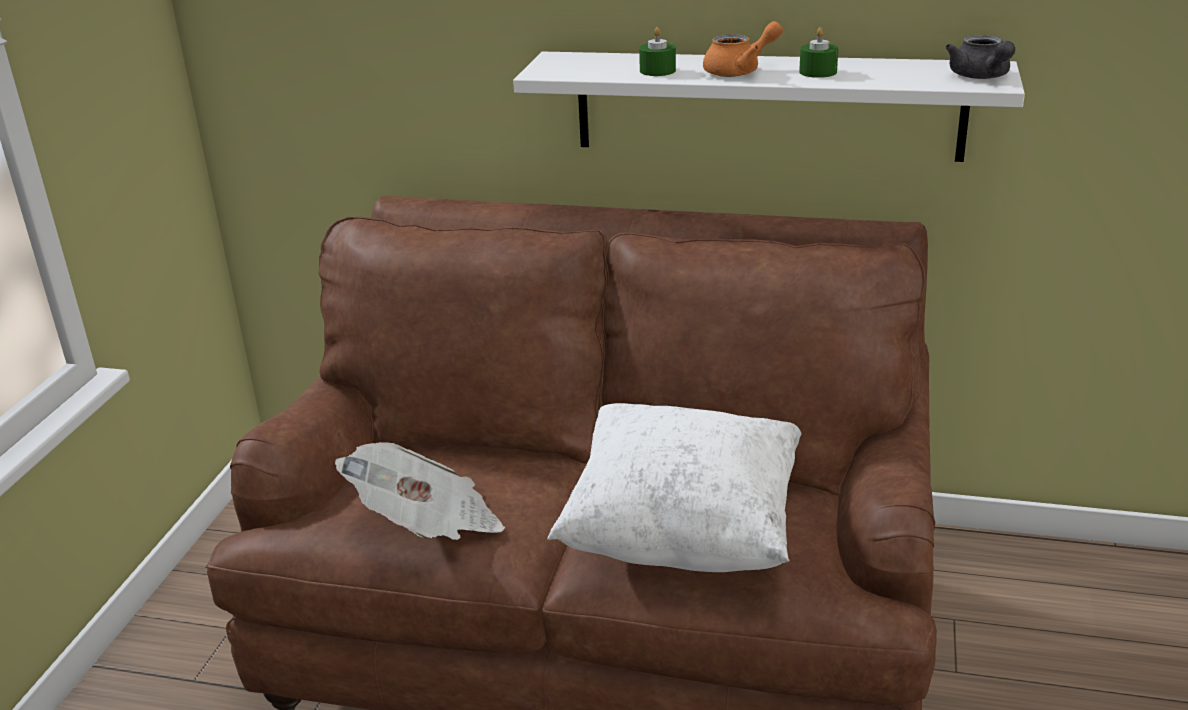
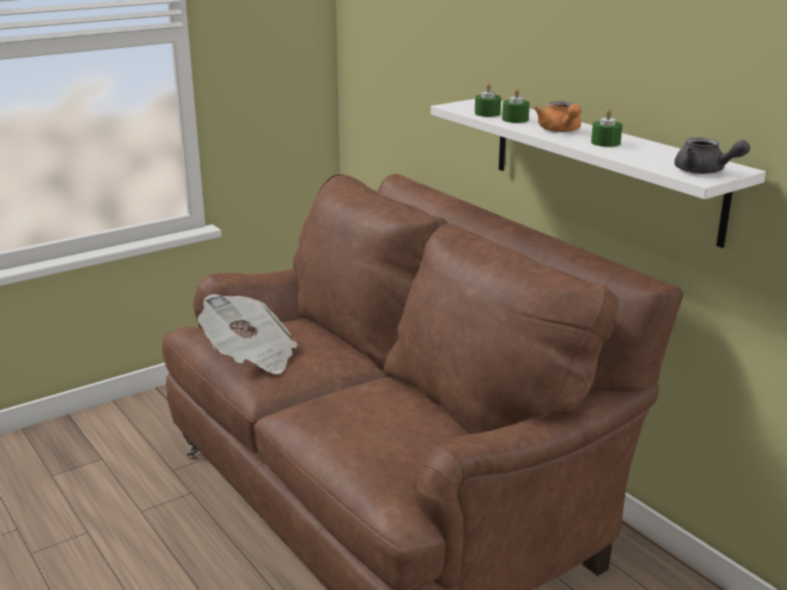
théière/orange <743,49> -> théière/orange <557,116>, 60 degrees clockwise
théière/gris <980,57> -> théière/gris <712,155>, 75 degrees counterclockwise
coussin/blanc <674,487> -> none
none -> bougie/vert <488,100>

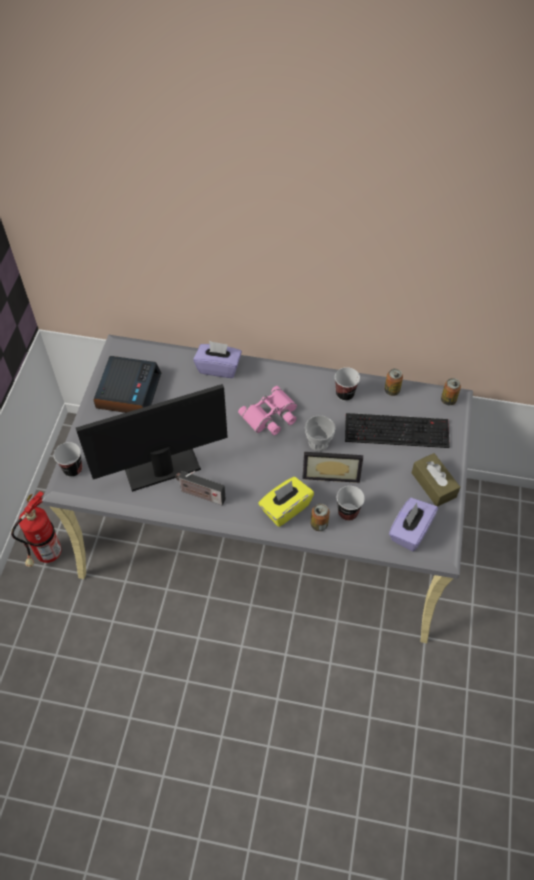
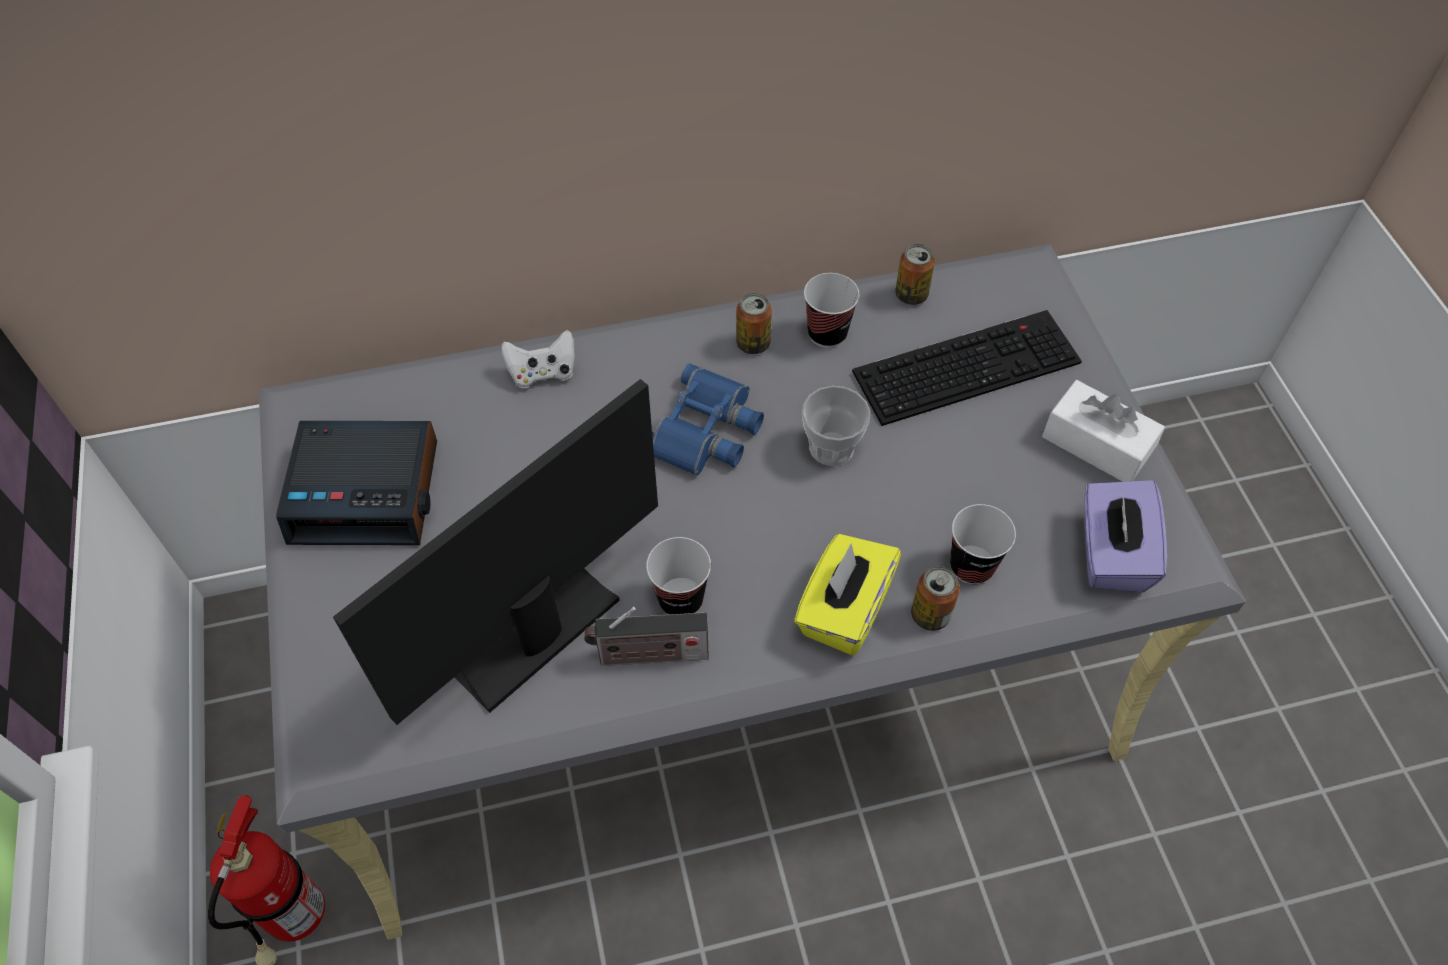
boîte à mouchoirs/violet <217,359> -> manette/blanc <538,359>
réveil <127,384> -> réveil <356,483>, 105 degrees clockwise
boîte métallique <451,391> -> boîte métallique <754,323>, move
jumelles/rose <267,410> -> jumelles/bleu <708,419>
tasse <68,459> -> tasse <678,576>, move
cadre photo <332,467> -> none
boîte à mouchoirs/marron <435,480> -> boîte à mouchoirs/blanc <1103,431>

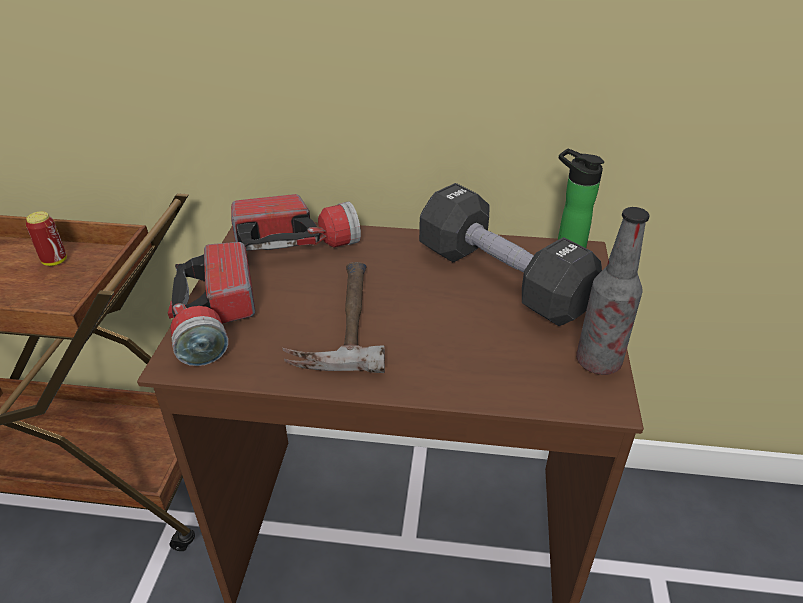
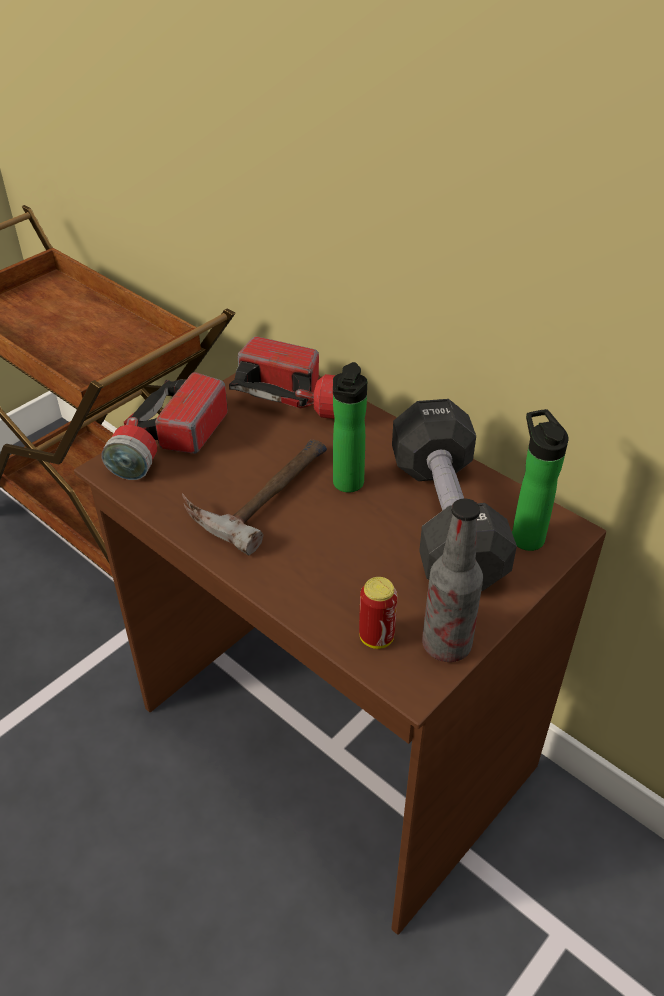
boîte métallique <46,238> -> boîte métallique <378,613>, move
none -> bouteille <350,427>

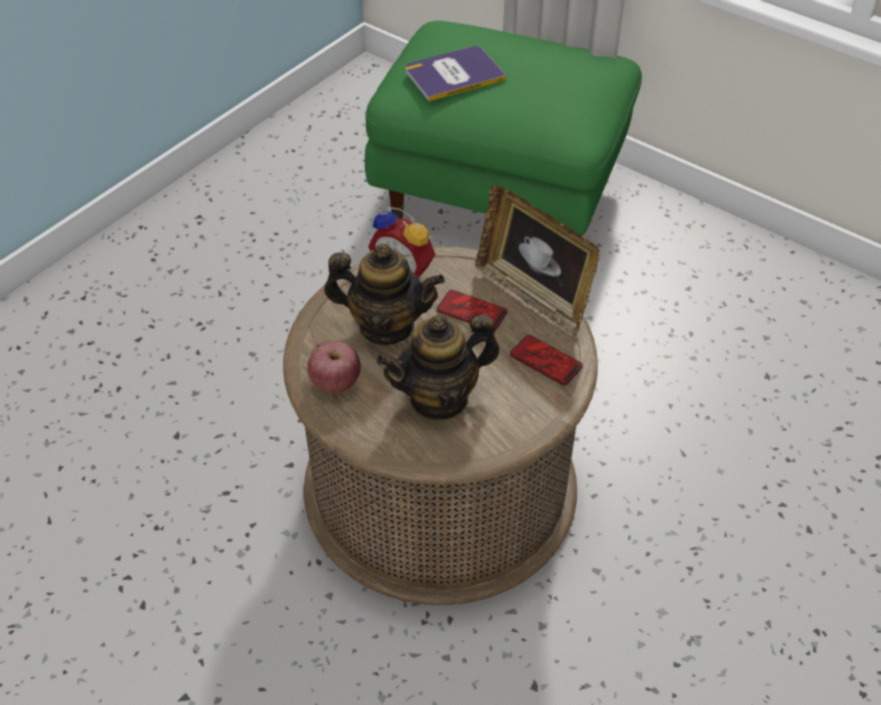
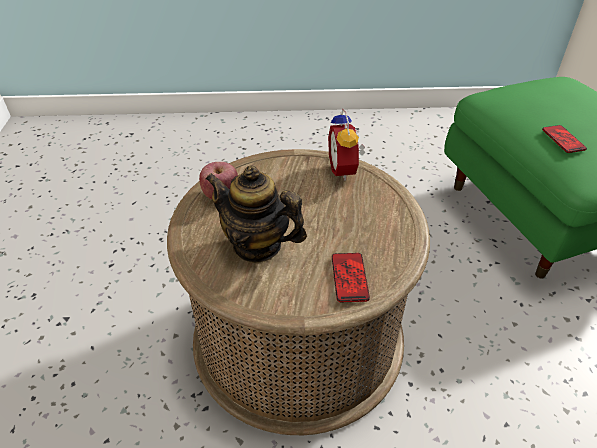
livre <455,73> -> none
cadre photo <537,261> -> none
théière <384,294> -> none
téléphone <472,310> -> téléphone <564,139>, move

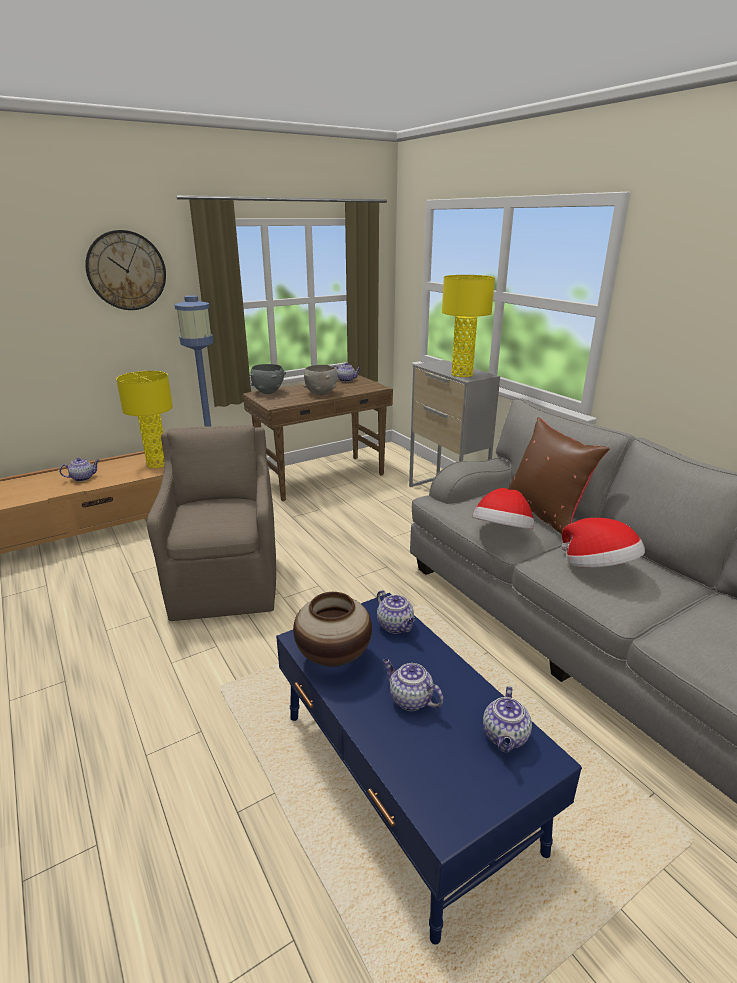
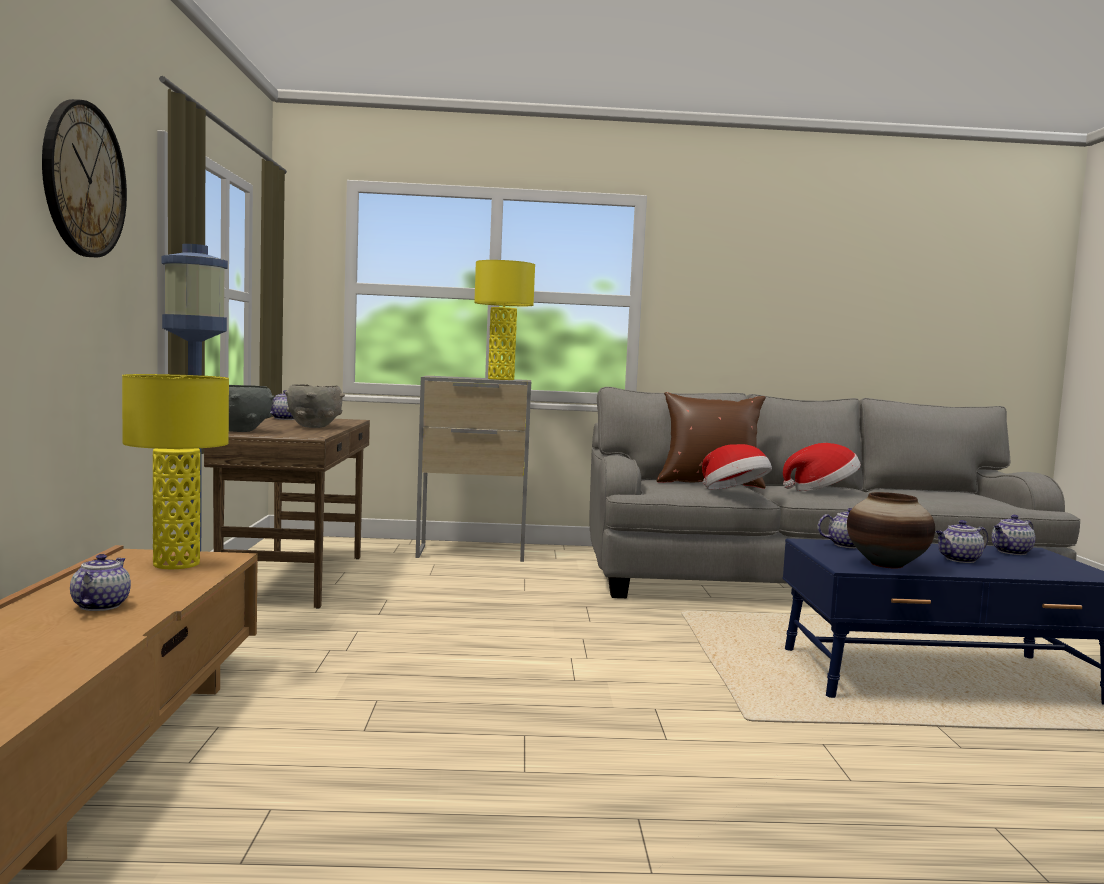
fauteuil/marron <211,523> -> none
théière <507,719> -> théière <1013,535>, 105 degrees clockwise

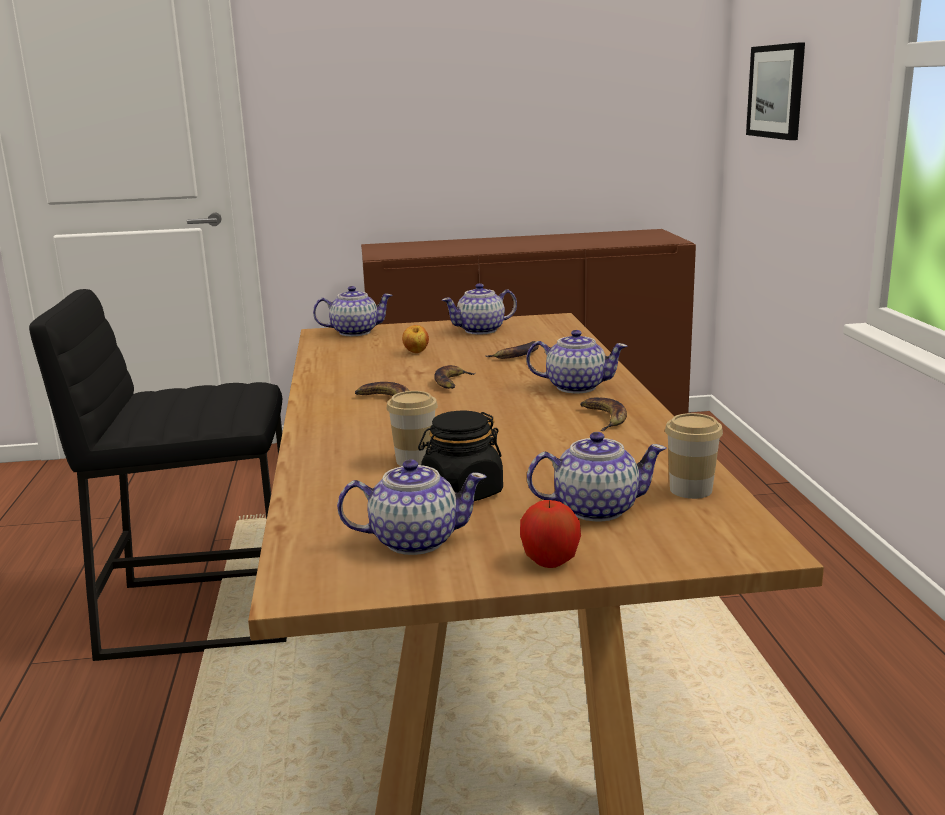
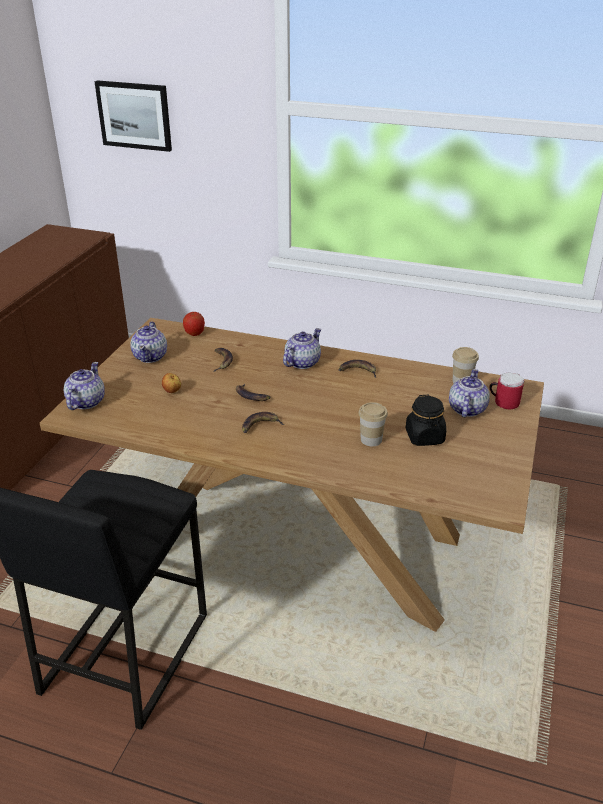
théière <412,507> -> none
pomme <550,534> -> pomme <194,324>, move
none -> mug <507,391>

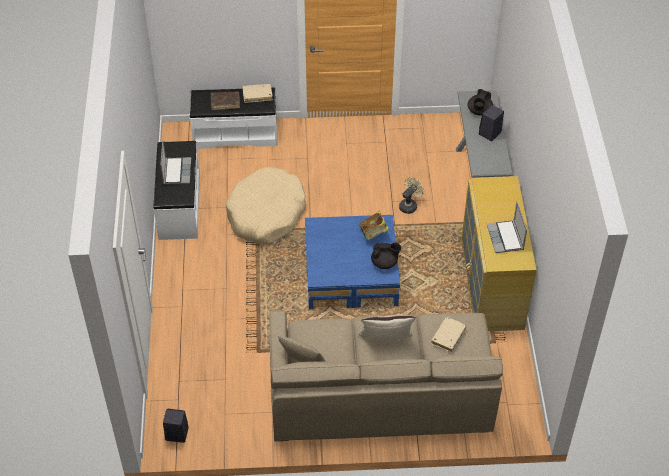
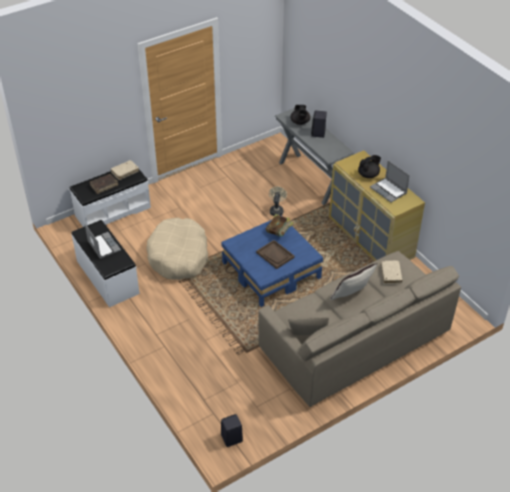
théière/noir <386,256> -> théière/noir <369,166>, move
none -> plateau/marron <275,254>

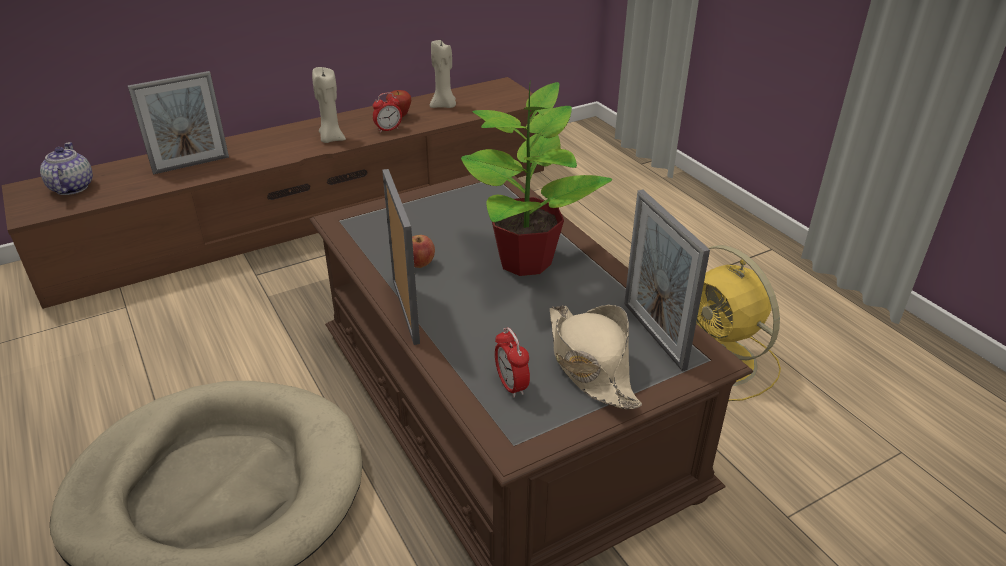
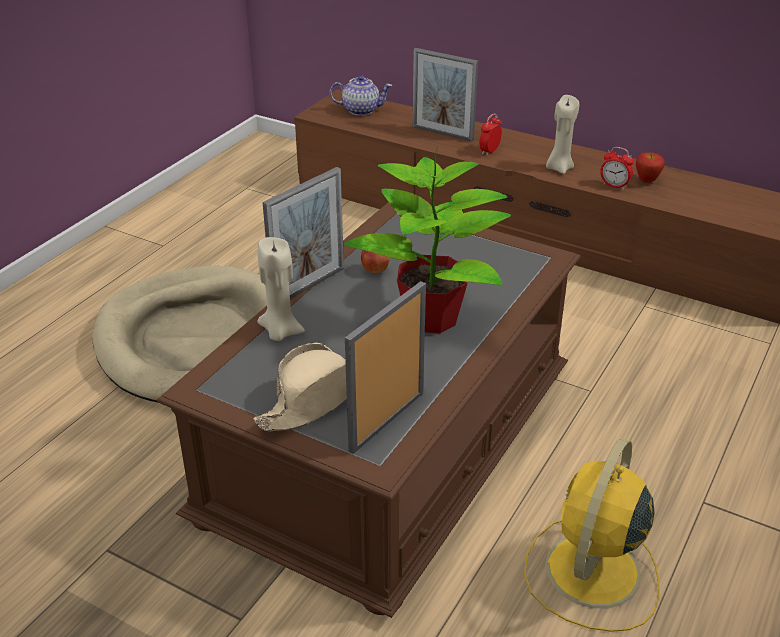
bougie/beige <443,74> -> bougie/beige <281,289>, move
théière <66,168> -> théière <361,95>, 45 degrees clockwise
réveil <512,362> -> réveil <490,134>, move

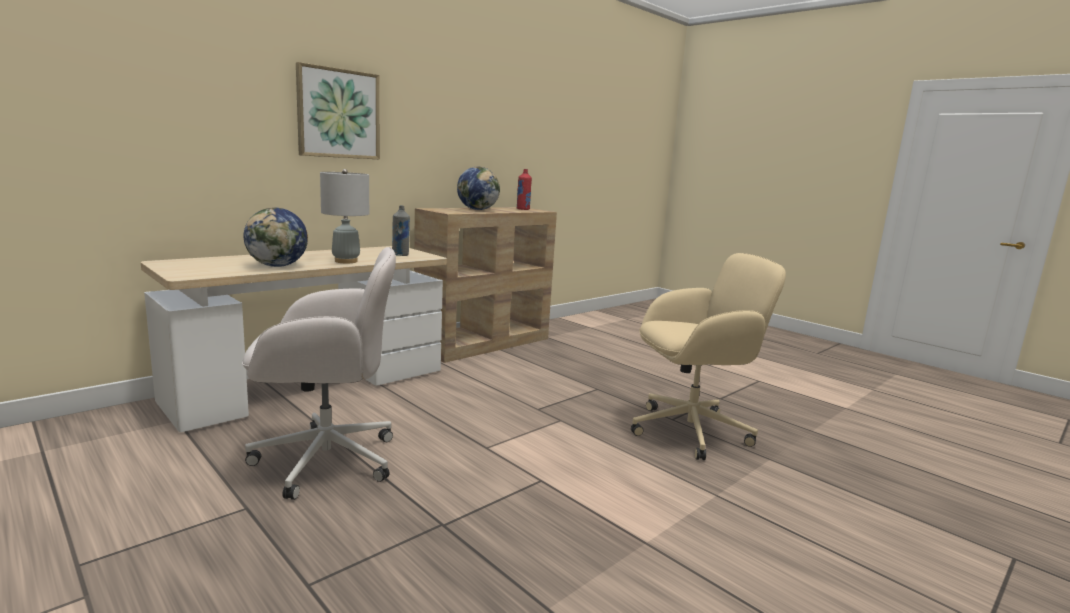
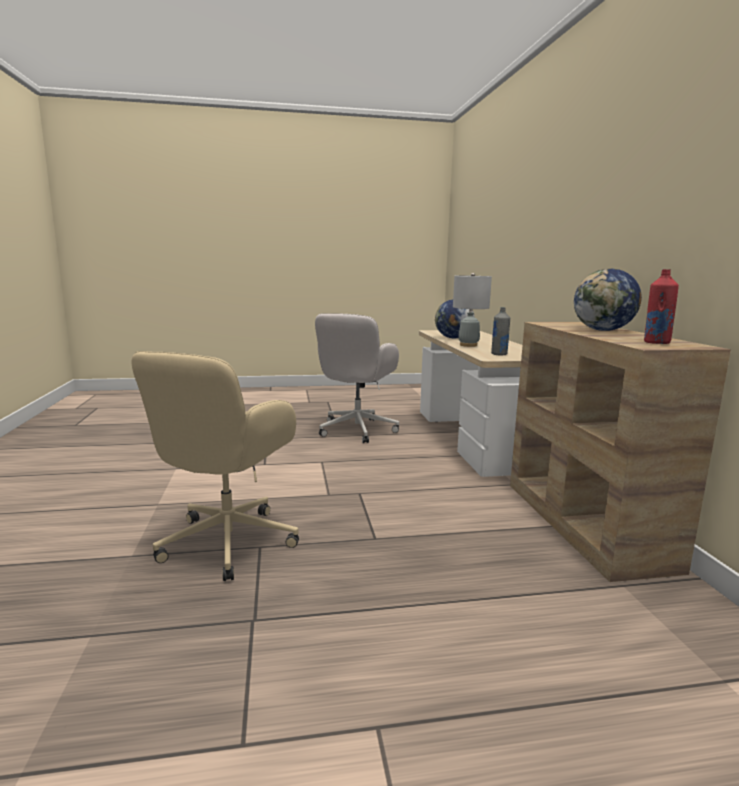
tableau <338,110> -> none

